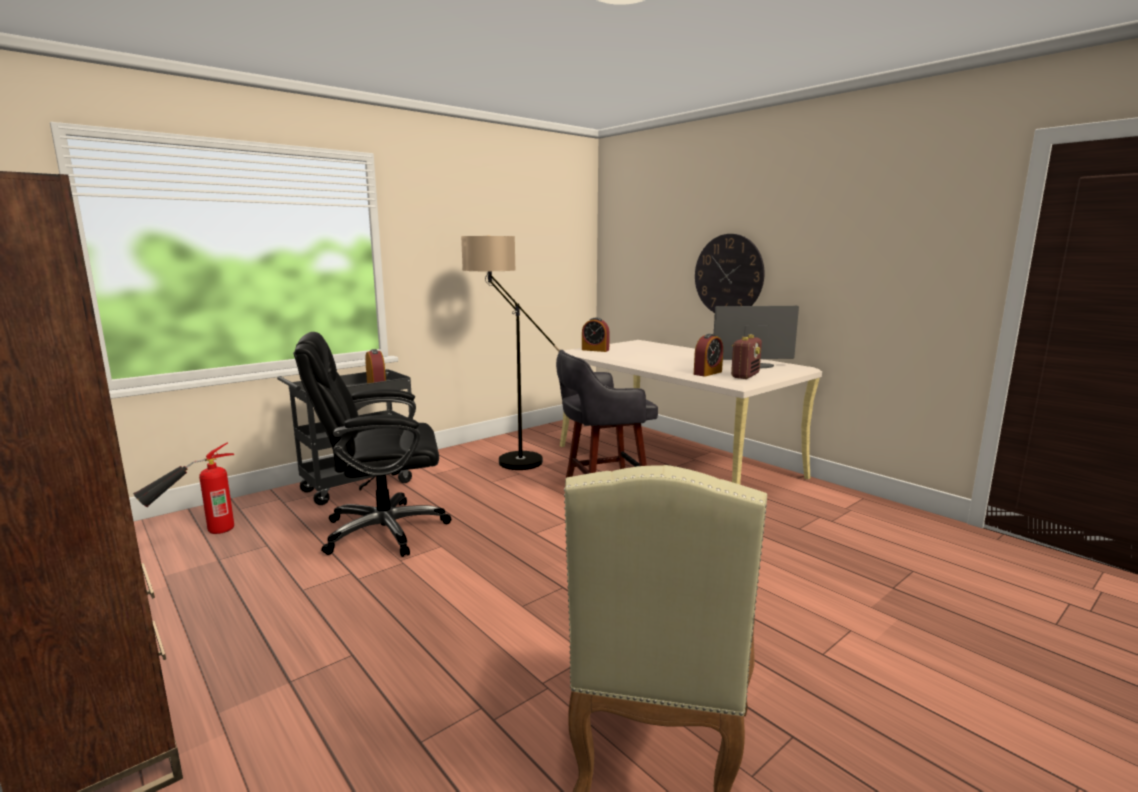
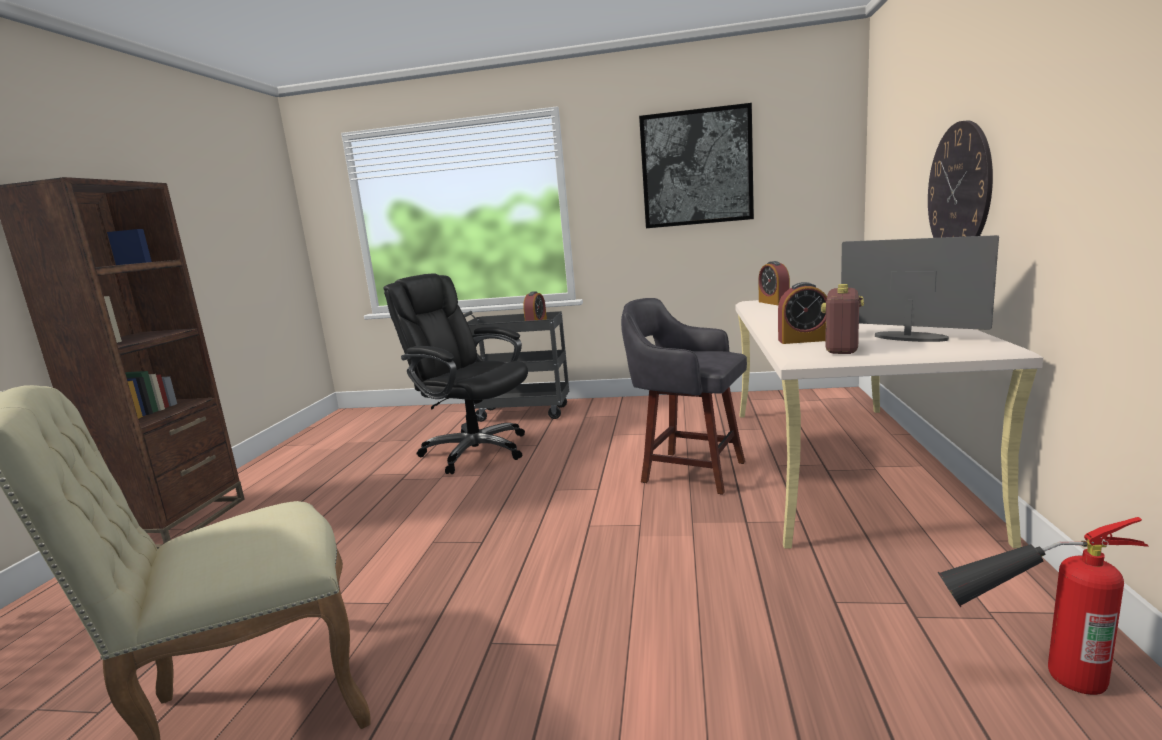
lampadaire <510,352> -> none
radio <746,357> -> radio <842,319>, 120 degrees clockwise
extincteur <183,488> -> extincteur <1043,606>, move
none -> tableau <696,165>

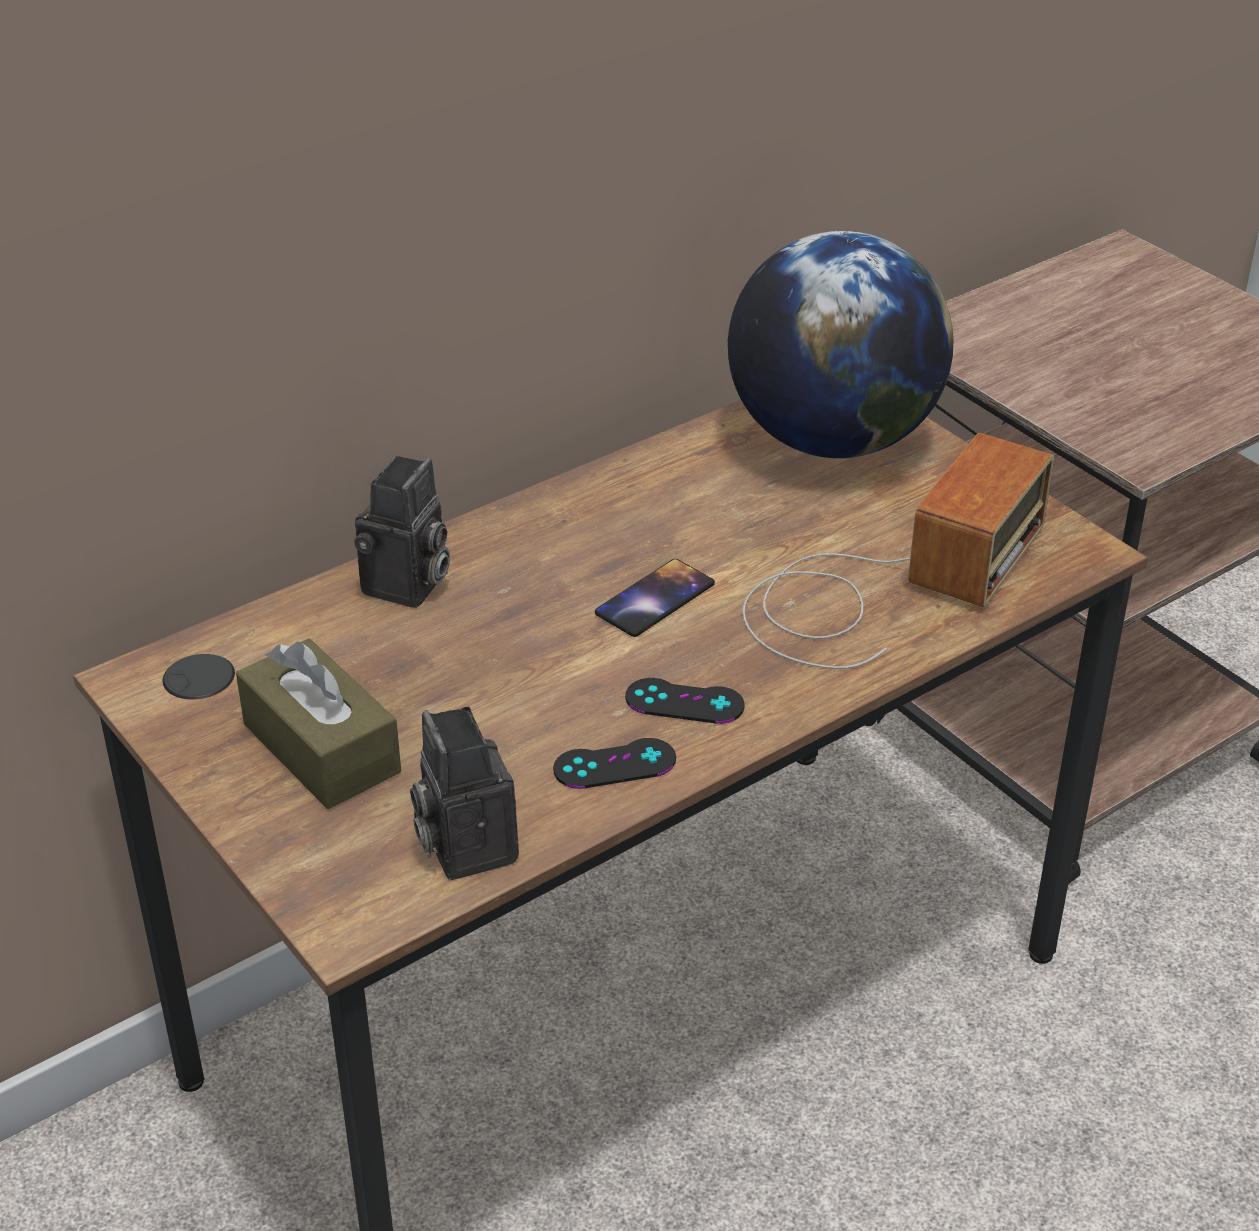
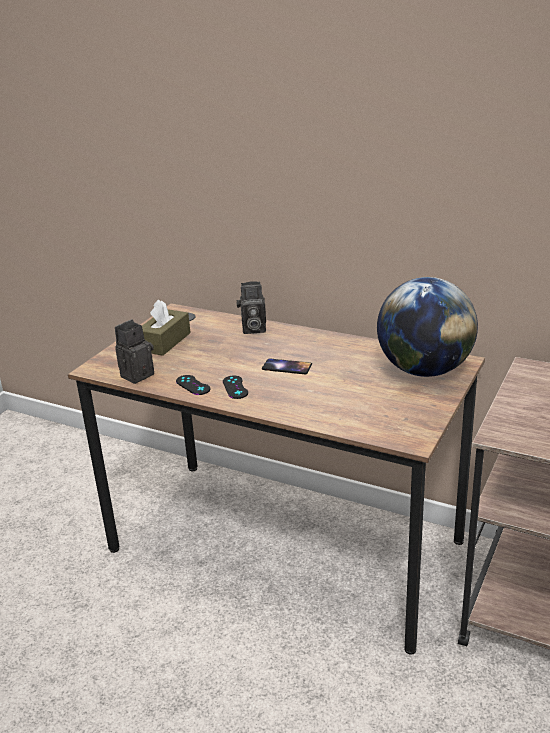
radio <898,550> -> none

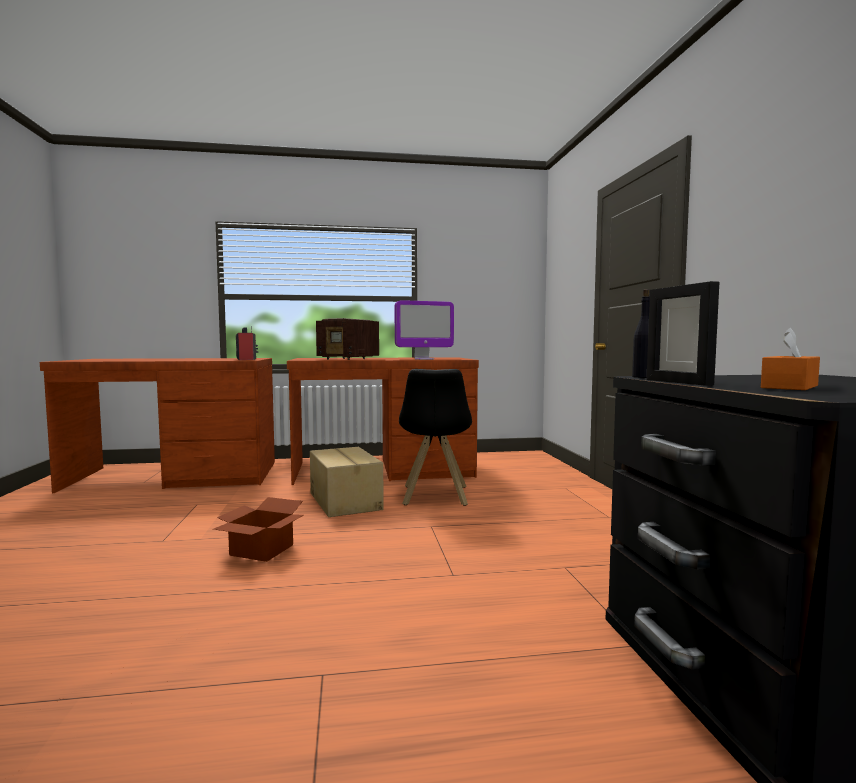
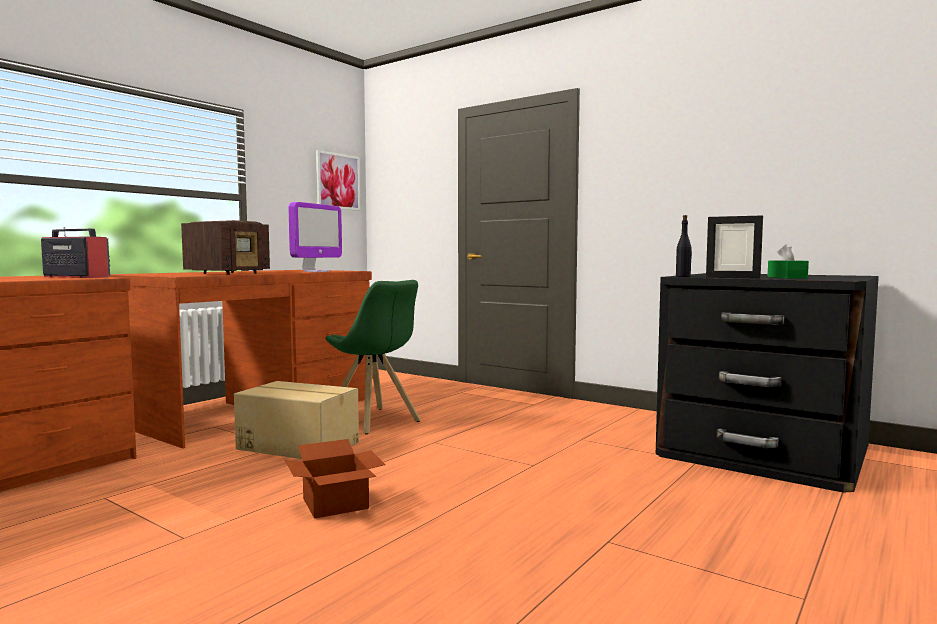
radio <347,339> -> radio <225,247>, 45 degrees counterclockwise
boîte à mouchoirs/orange <790,358> -> boîte à mouchoirs/vert <788,261>
chaise/noir <435,437> -> chaise/vert <373,357>
none -> tableau <338,180>

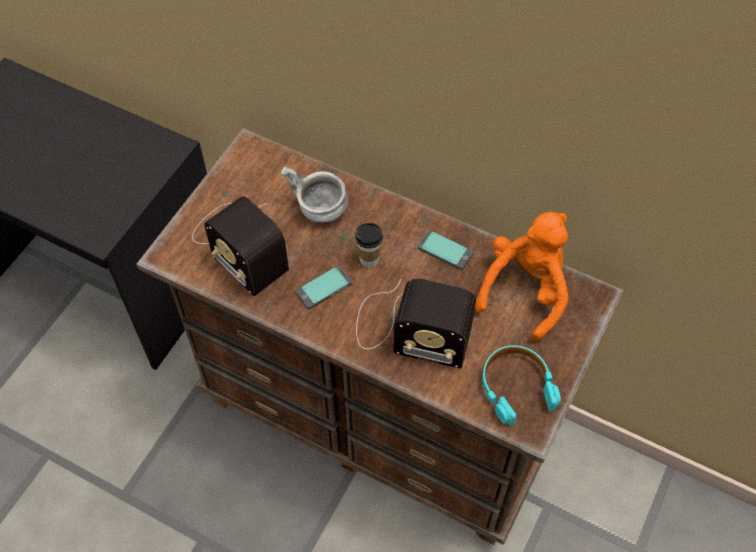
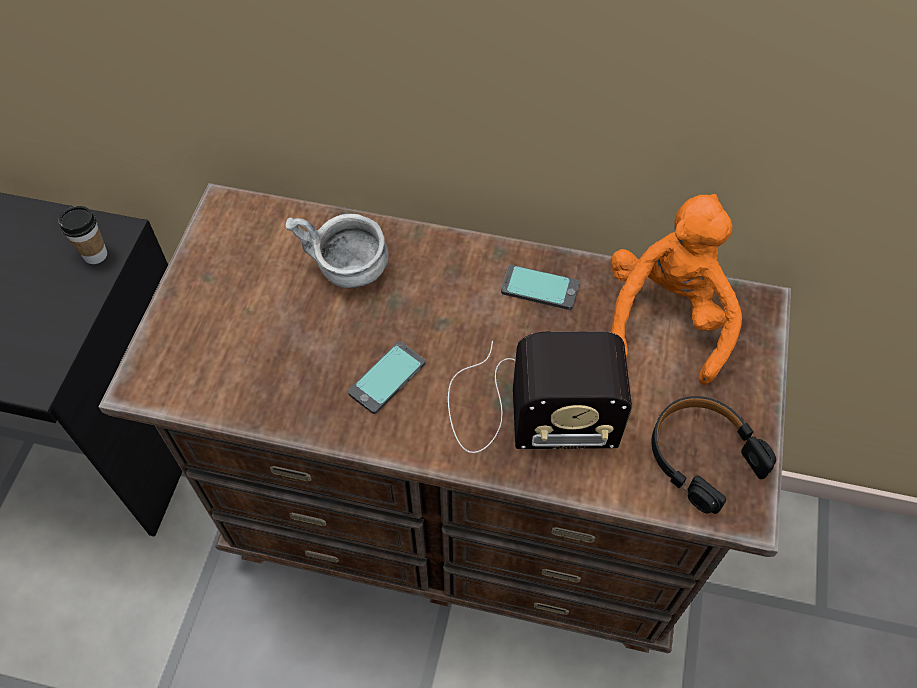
radio <240,246> -> none
tasse <369,245> -> tasse <83,235>, move
casque audio/turquoise <521,385> -> casque audio/noir <713,455>

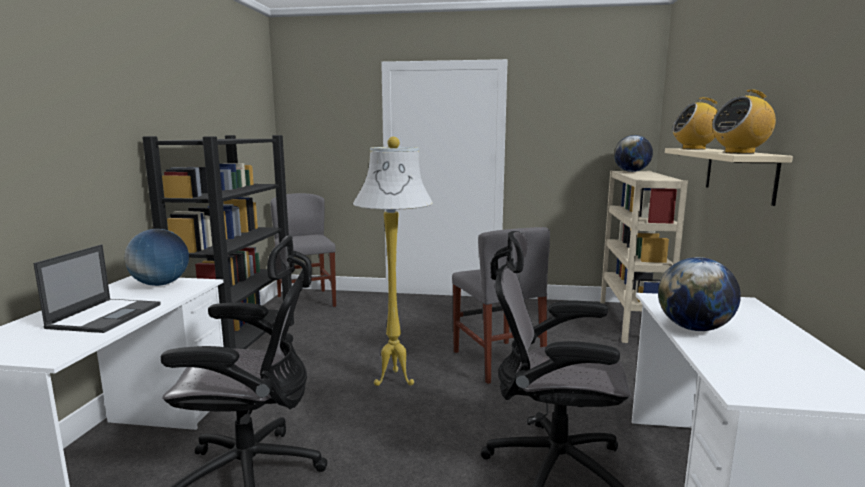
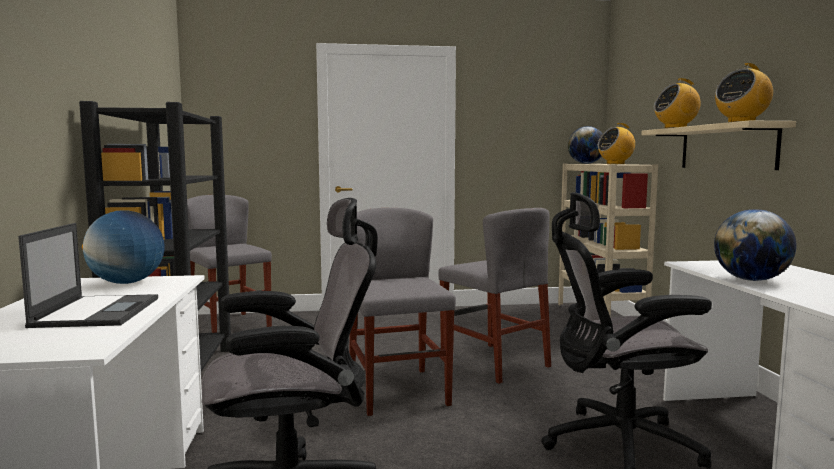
lampadaire/blanc <393,261> -> chaise/gris <402,312>
none -> radio <616,143>

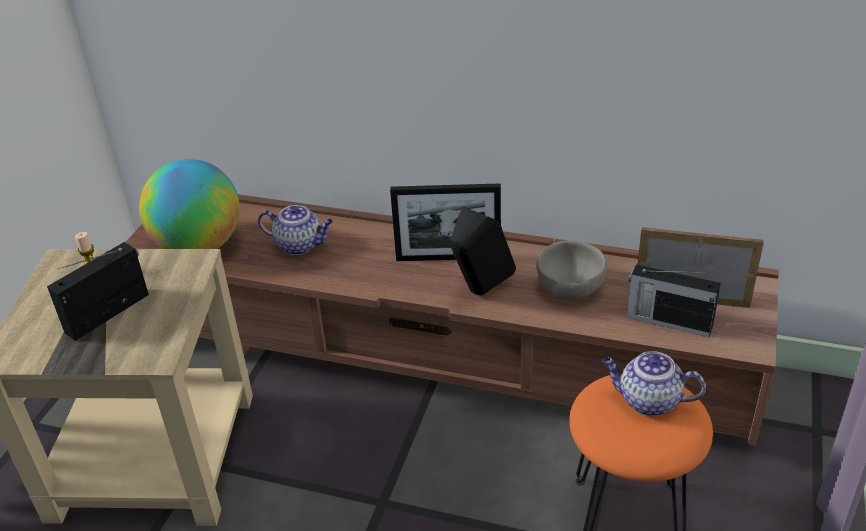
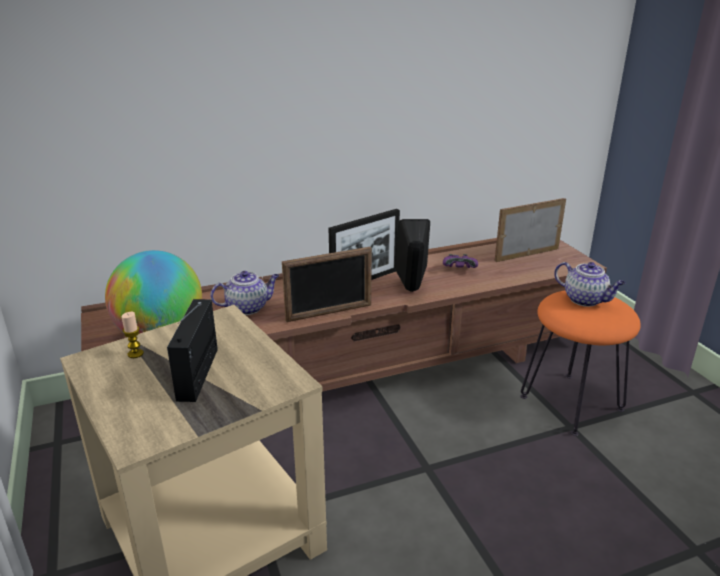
bol/gris <572,270> -> manette/violet <460,261>
radio <674,300> -> none
théière <654,383> -> théière <590,284>, 120 degrees counterclockwise
none -> cadre photo <327,284>

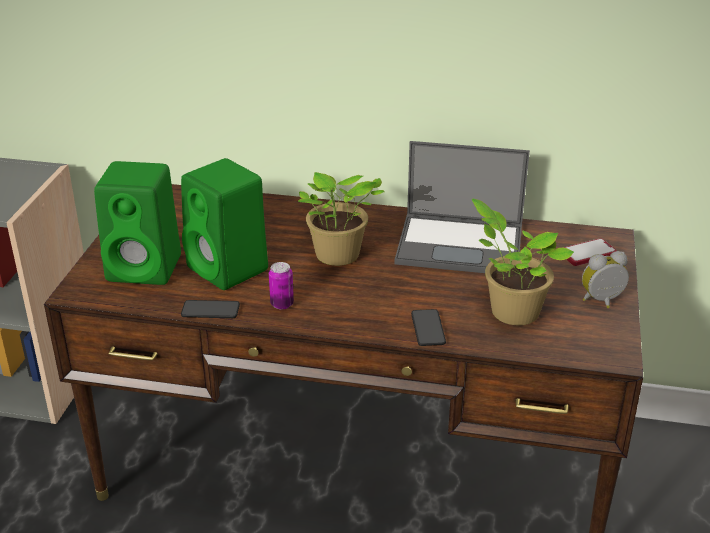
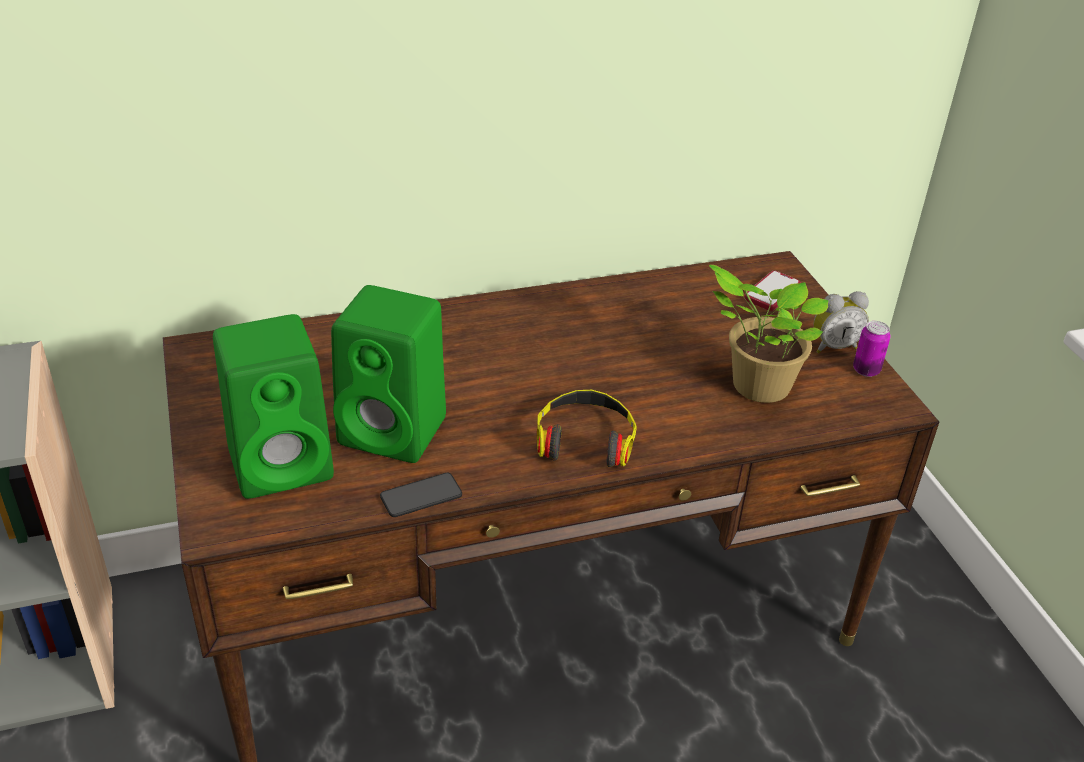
ordinateur portable <462,207> -> none
plante en pot <341,219> -> none
réveil <605,279> -> réveil <841,322>, 150 degrees counterclockwise
boîte métallique <281,285> -> boîte métallique <872,349>, move
téléphone <428,327> -> none
none -> casque audio <587,428>

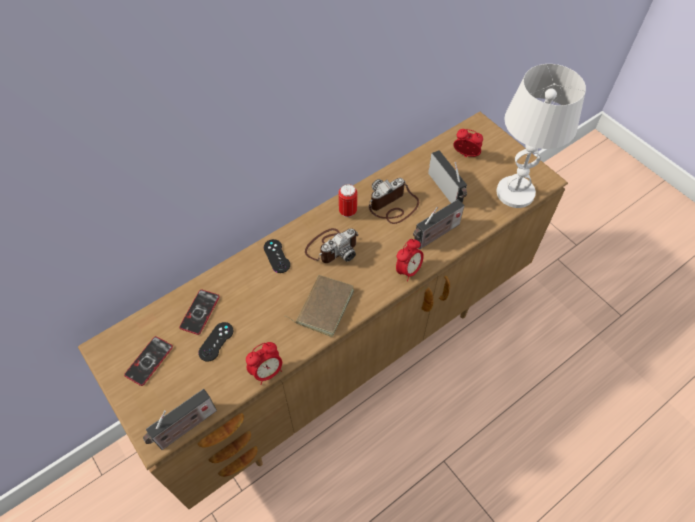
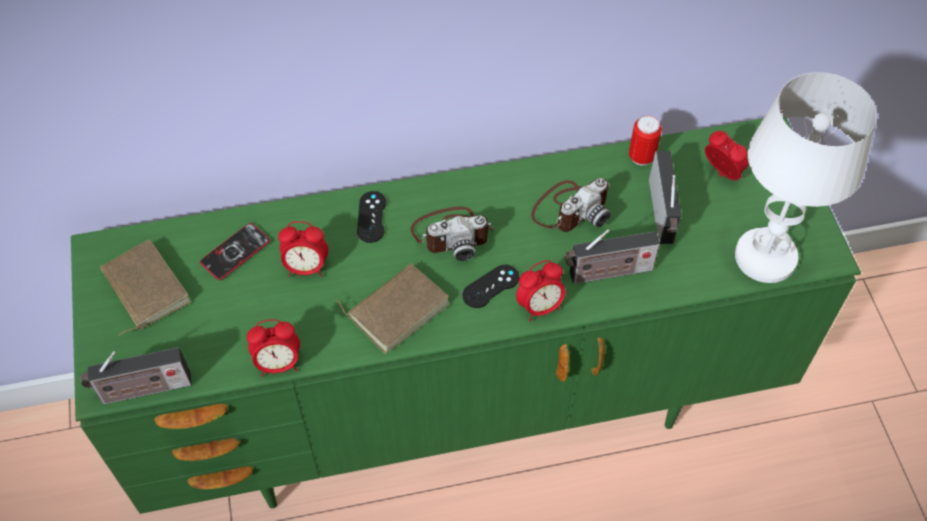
commode/marron <323,310> -> commode/vert <466,315>
appareil photo <394,201> -> appareil photo <570,205>, 150 degrees clockwise
boîte métallique <347,200> -> boîte métallique <645,140>, move
manette/noir <216,342> -> manette/noir <490,286>, move
téléphone <148,361> -> livre/marron <145,288>
none -> réveil <303,249>

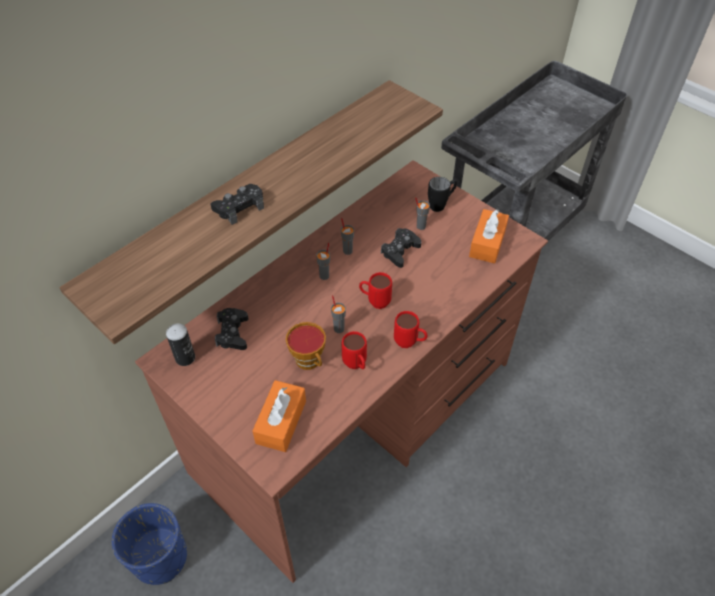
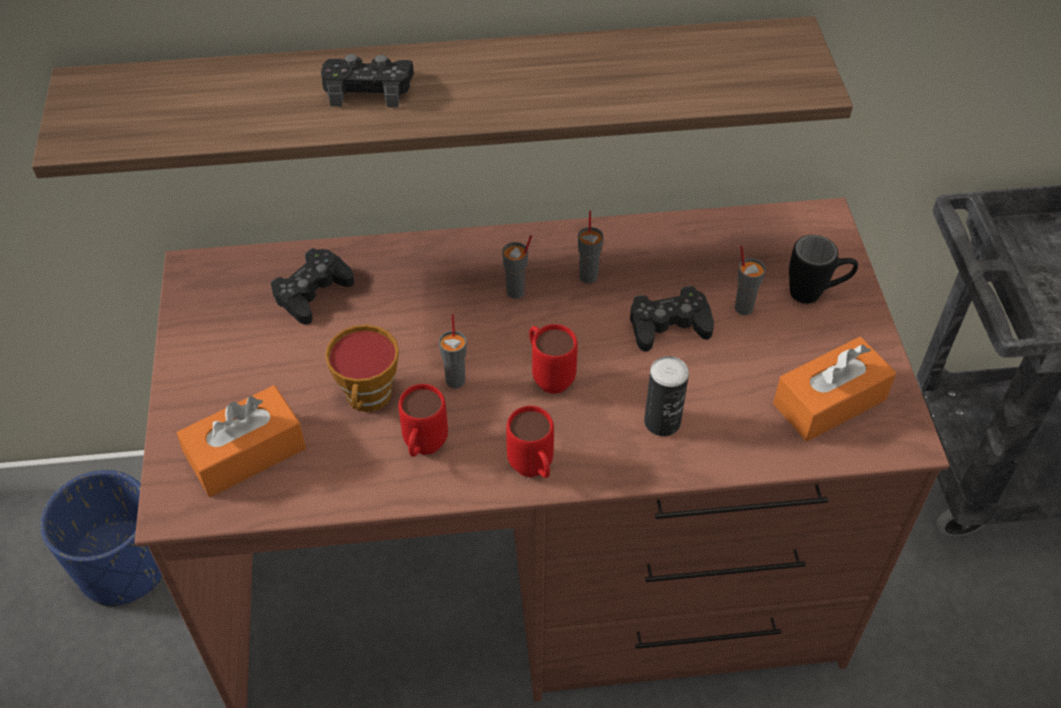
boîte métallique <180,344> -> boîte métallique <666,396>, move

